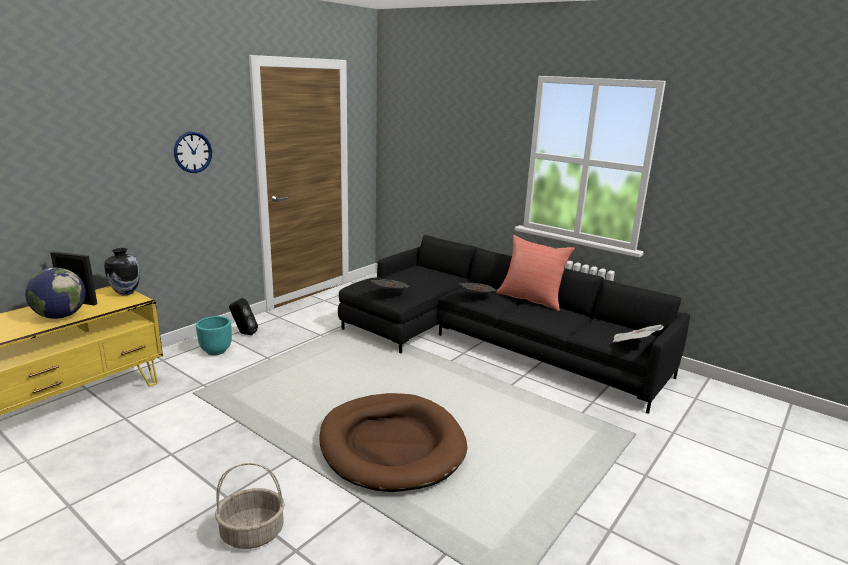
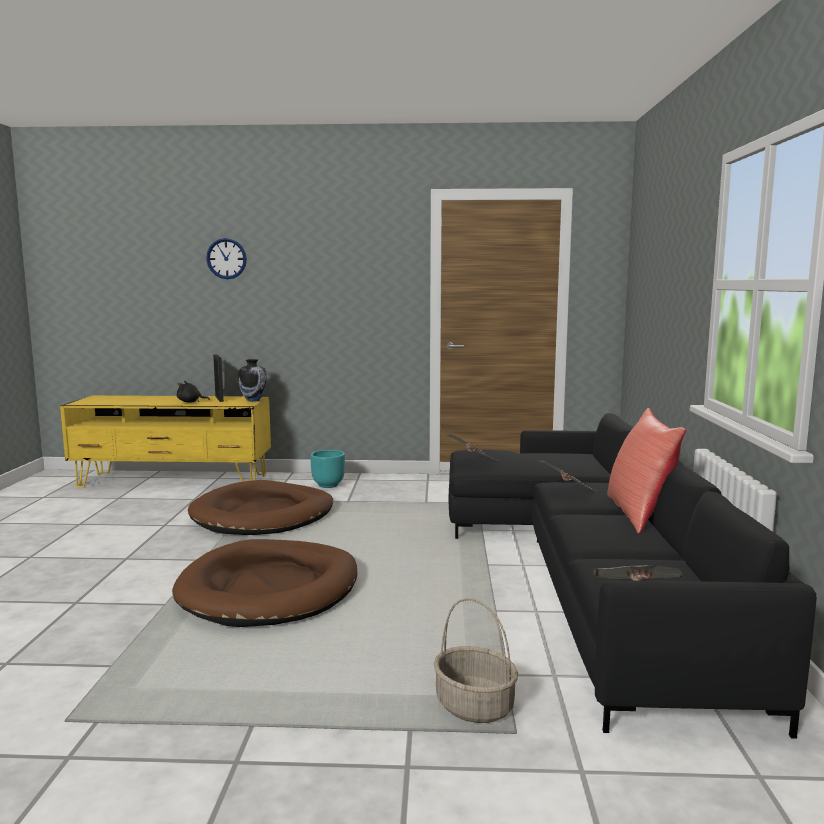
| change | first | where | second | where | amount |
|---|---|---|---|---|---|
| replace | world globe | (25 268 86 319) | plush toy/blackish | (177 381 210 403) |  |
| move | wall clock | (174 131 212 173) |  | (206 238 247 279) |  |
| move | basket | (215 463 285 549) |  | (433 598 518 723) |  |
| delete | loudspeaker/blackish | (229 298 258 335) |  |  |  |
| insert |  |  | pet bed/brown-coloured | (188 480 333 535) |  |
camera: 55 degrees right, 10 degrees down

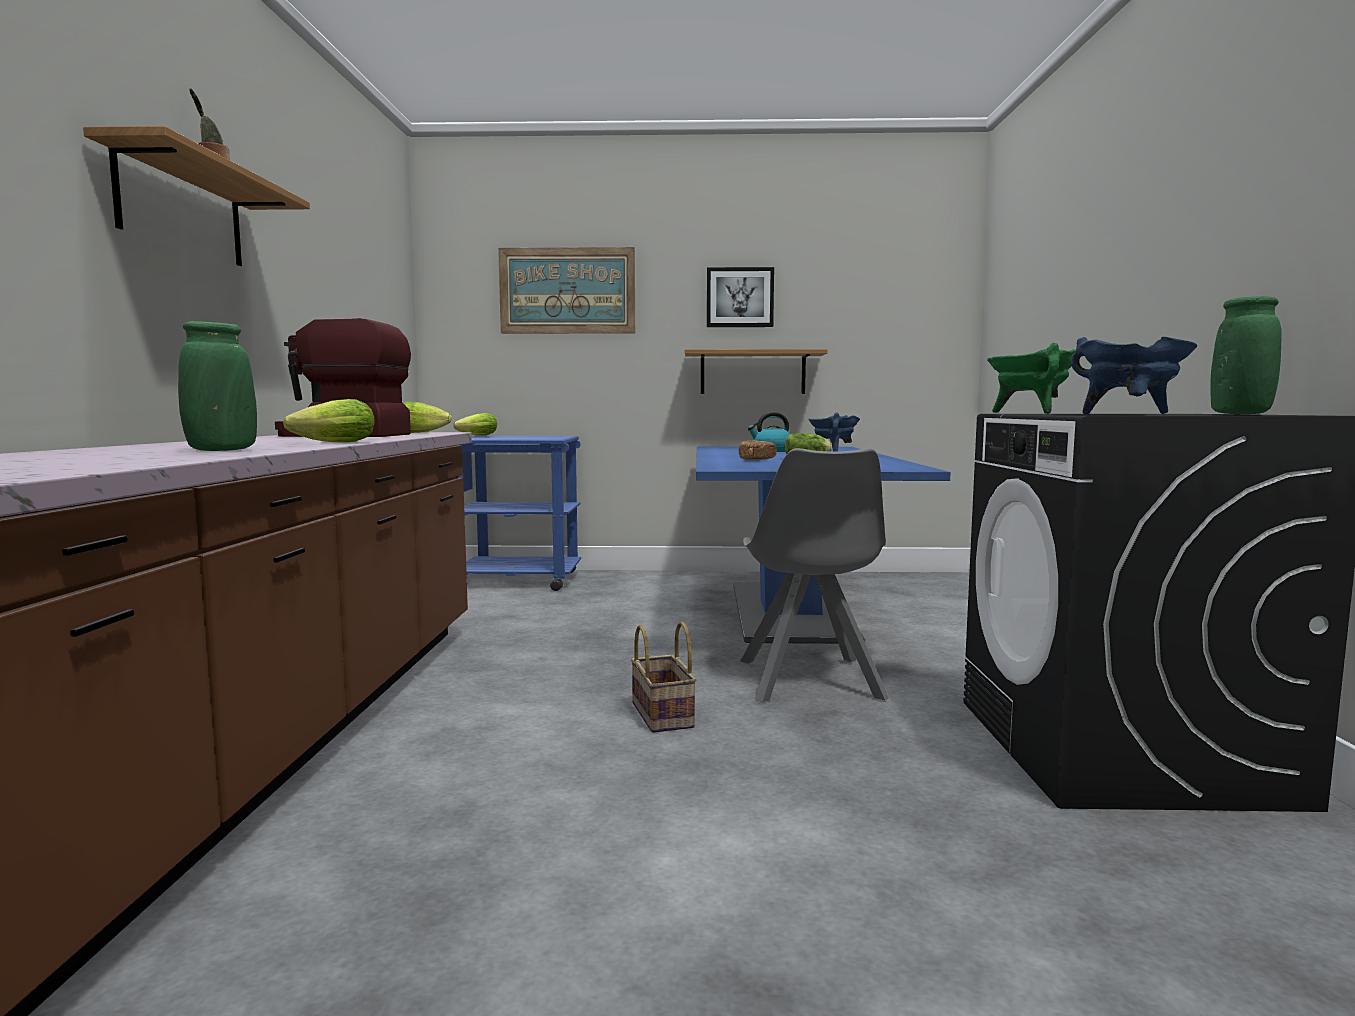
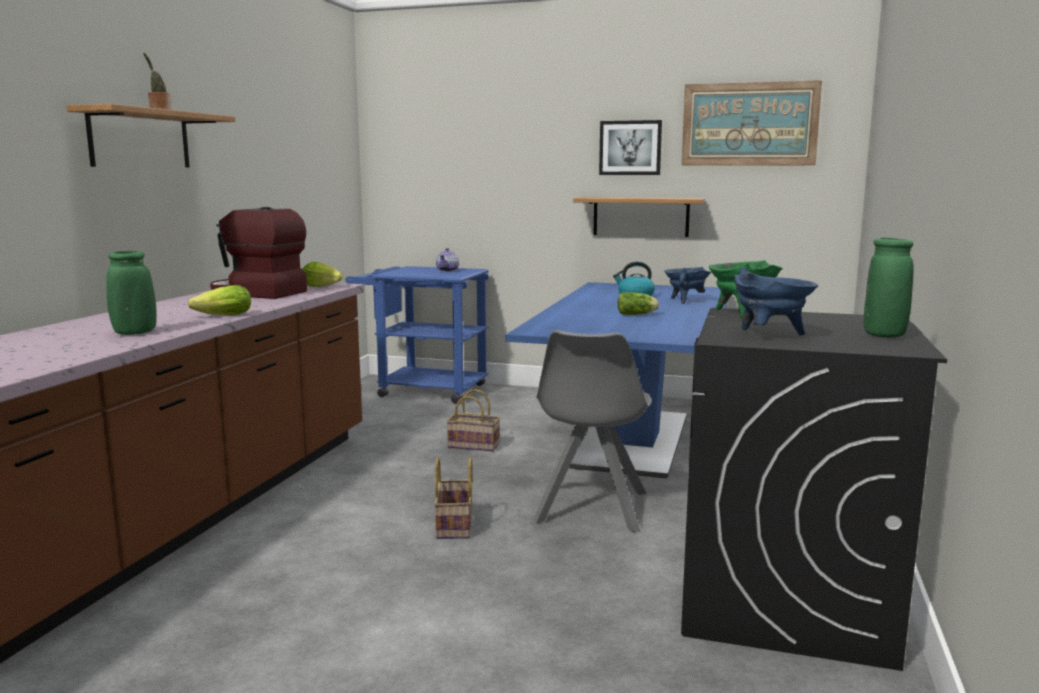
| change | first | where | second | where | amount |
|---|---|---|---|---|---|
| delete | head of lettuce | (453 413 497 436) |  |  |  |
| move | picture | (498 247 635 334) |  | (681 80 822 166) |  |
| delete | bakery bread | (739 440 777 460) |  |  |  |
| insert |  |  | pot for tea | (436 248 459 272) |  |
| insert |  |  | basket | (446 389 500 451) |  |
camera: 15 degrees right, 5 degrees up

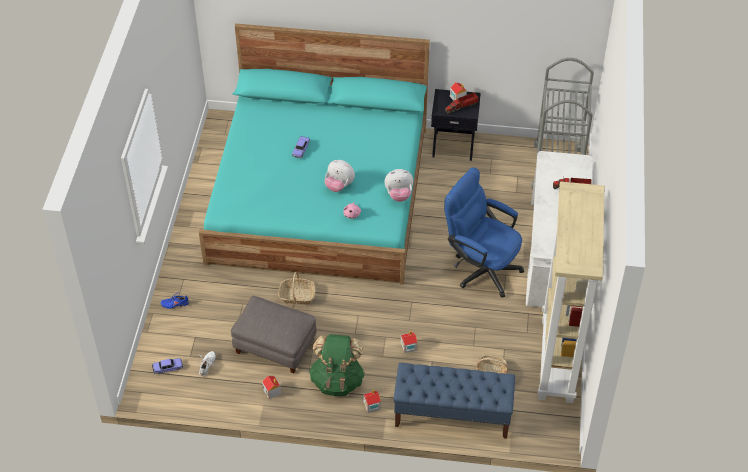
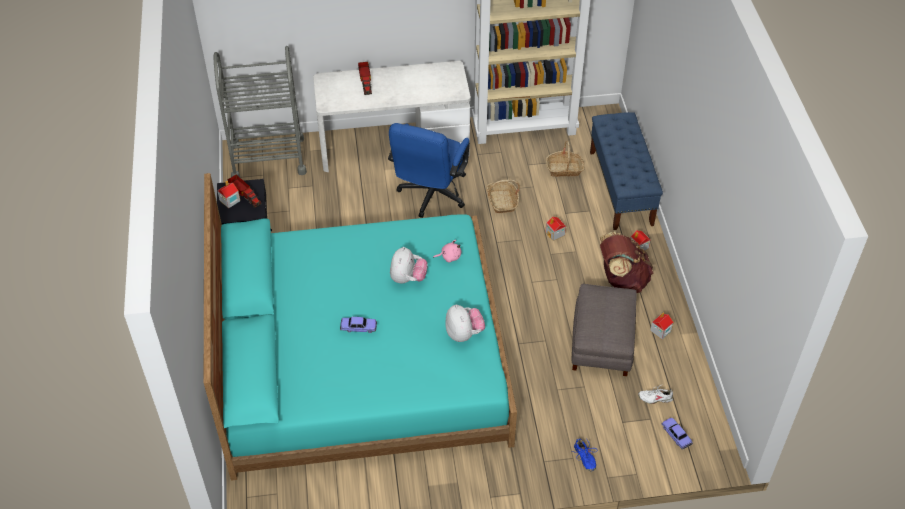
| change | first | where | second | where | amount |
|---|---|---|---|---|---|
| move | basket | (278 272 315 304) |  | (487 180 520 213) |  |
| recolor | knapsack/greenish | (309 334 365 396) | knapsack/brown-coloured | (600 232 654 293) |  |
| move | plush toy | (384 169 413 202) |  | (446 304 485 342) |  |
camera: 105 degrees left, 0 degrees up

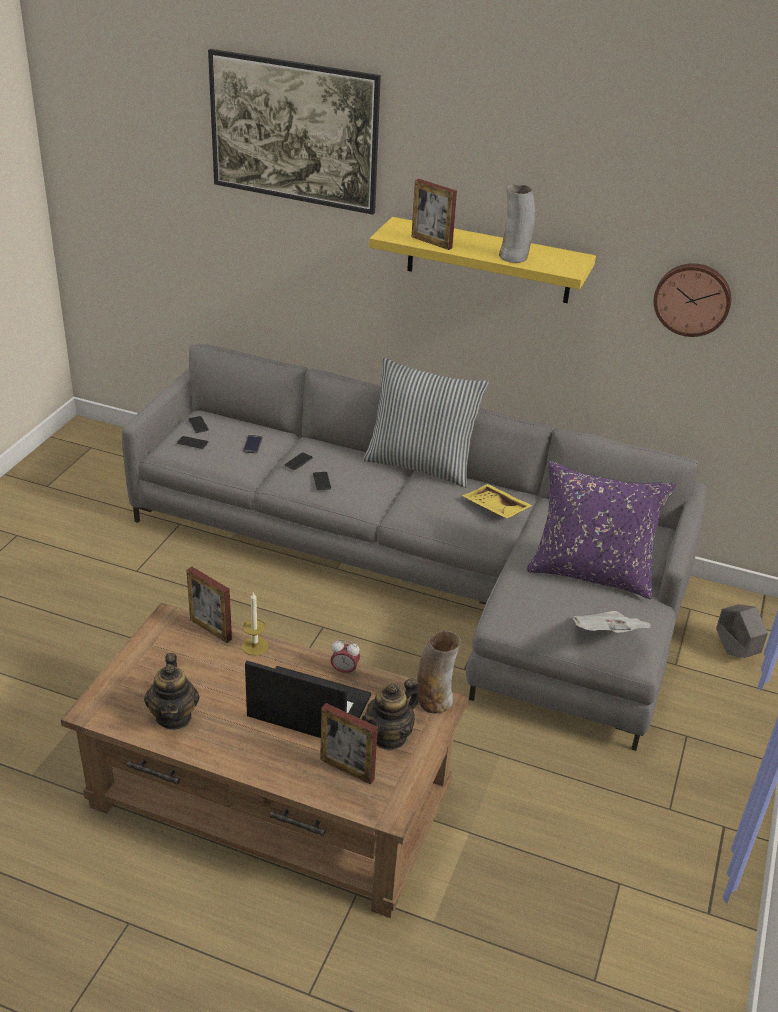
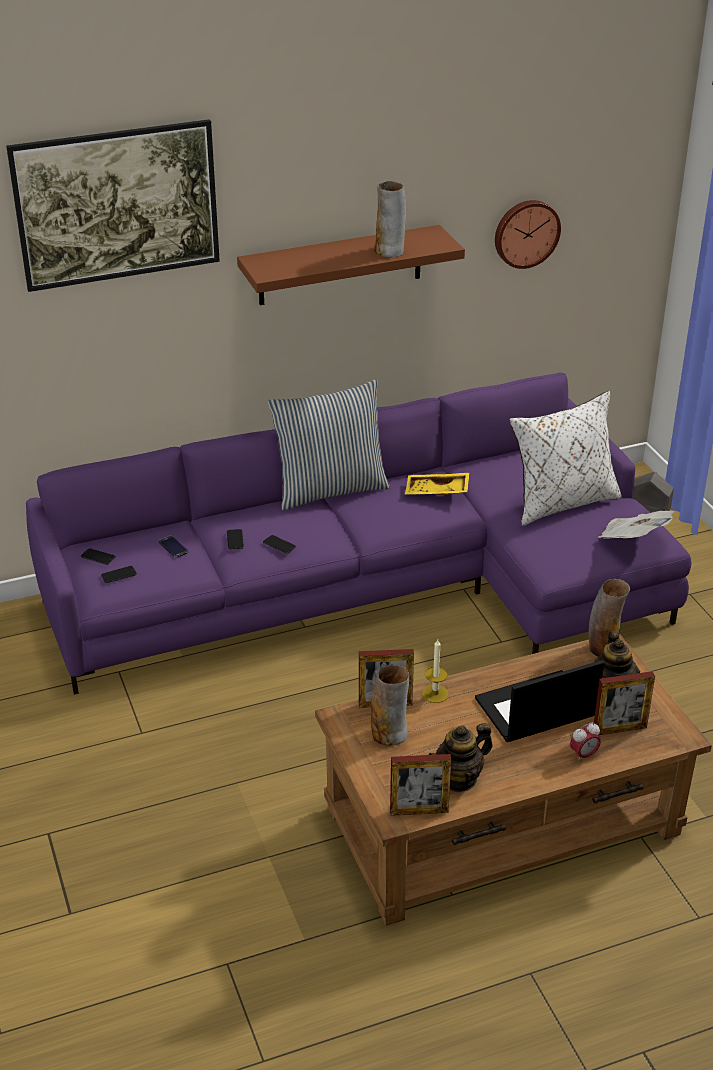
| change | first | where | second | where | amount |
|---|---|---|---|---|---|
| recolor | settee/grey | (122 344 706 751) | settee/purple | (26 372 692 694) |  |
| rotate | pot for tea | (144 653 199 730) |  | (428 723 493 792) | 105 degrees clockwise |
| move | table clock | (330 639 360 676) |  | (570 722 601 762) |  |
| recolor | bracket shelf/yellow | (369 217 596 303) | bracket shelf/brown-coloured | (237 225 465 305) |  |
| move | picture frame | (412 179 457 250) |  | (390 754 451 816) |  |
| recolor | pillow/purple | (527 461 676 599) | pillow/whitish | (509 391 622 526) |  |
| insert |  |  | vase | (371 665 409 746) |  |
camera: 40 degrees left, 0 degrees up

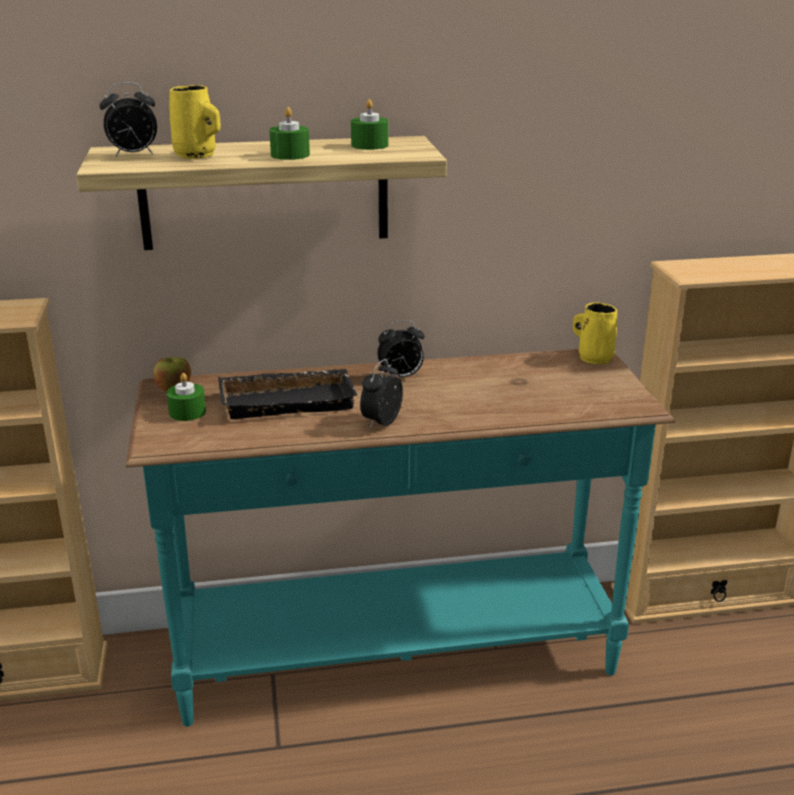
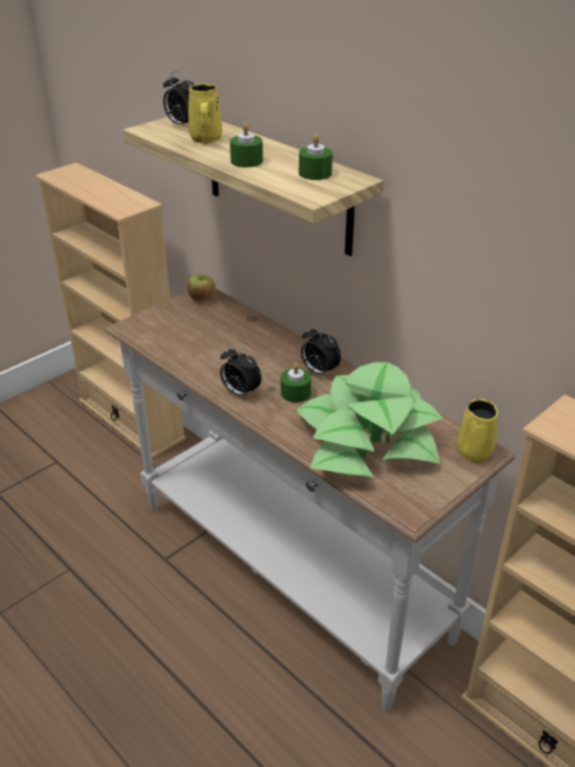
| change | first | where | second | where | amount |
|---|---|---|---|---|---|
| recolor | narrow table/turquoise-coloured | (126 349 675 727) | narrow table/whitish | (104 288 515 712) |  |
| move | wax candle/greenish | (166 373 206 421) |  | (281 363 311 402) |  |
| delete | serving tray/blackish | (218 369 358 419) |  |  |  |
| rotate | table clock | (360 359 403 428) |  | (220 346 262 399) | 135 degrees counterclockwise |
| insert |  |  | potted plant | (296 362 443 478) |  |
camera: 55 degrees right, 10 degrees up

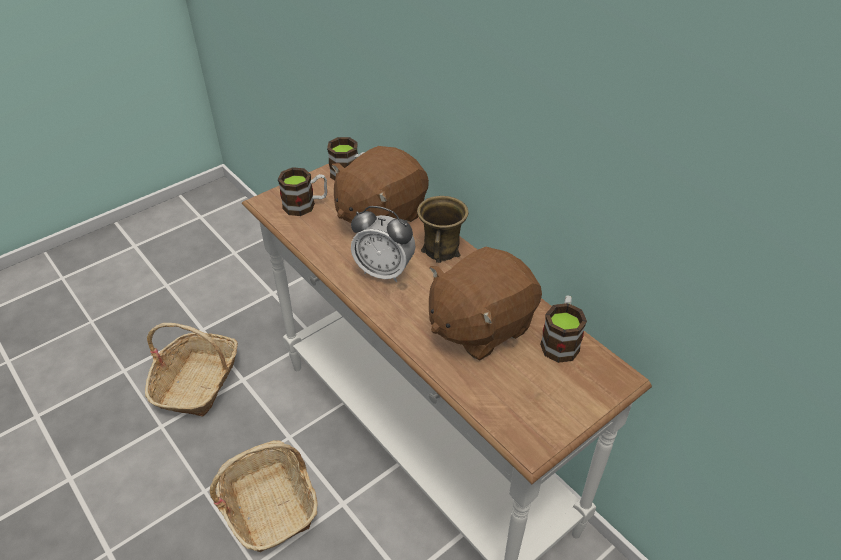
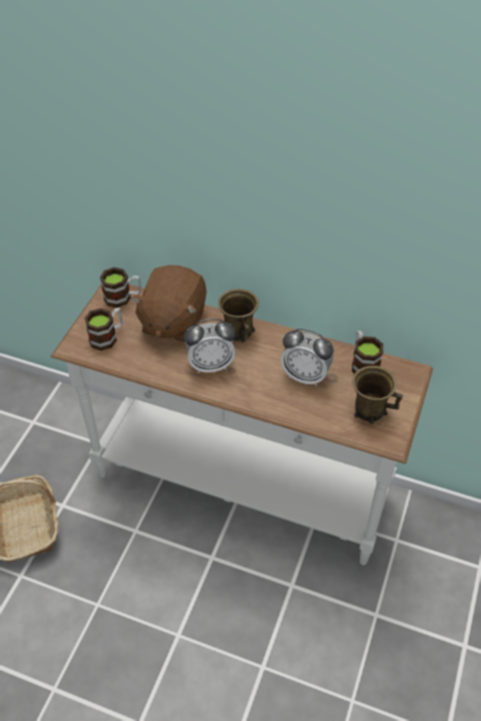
| change | first | where | second | where | amount |
|---|---|---|---|---|---|
| delete | basket | (210 440 318 552) |  |  |  |
| replace | plush toy/brown-coloured | (429 247 542 360) | table clock | (281 328 334 386) |  |
| insert |  |  | coffee mug/brown-coloured | (352 366 403 424) |  |
camera: 30 degrees left, 5 degrees up

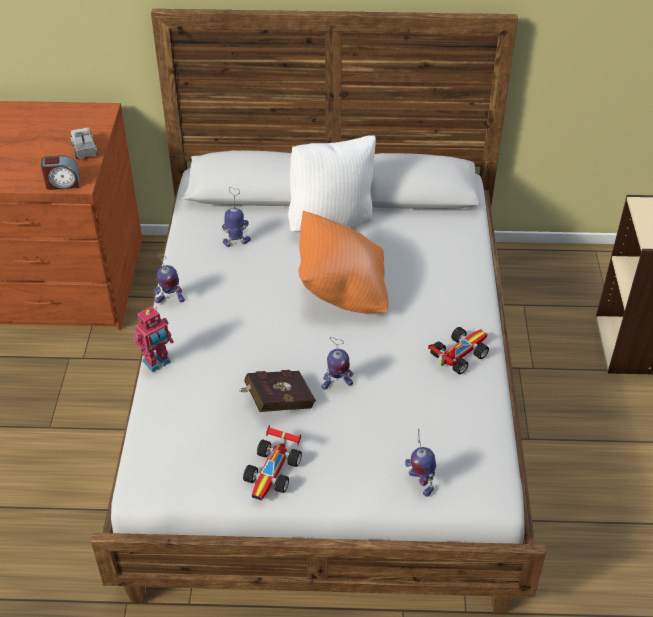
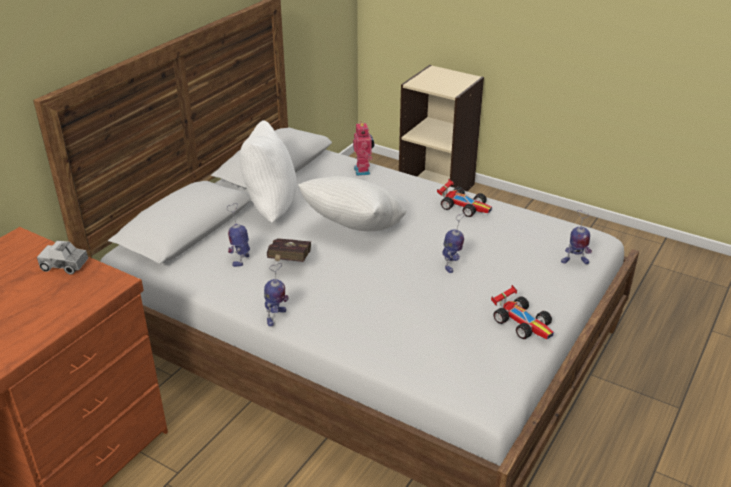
| change | first | where | second | where | amount |
|---|---|---|---|---|---|
| delete | table clock | (41 155 80 190) |  |  |  |
| move | robot figure | (133 306 174 372) |  | (353 123 375 176) |  |
| move | bound book/red-coloured | (239 370 316 412) |  | (267 238 311 262) |  |
| recolor | pillow/orange | (298 211 388 313) | pillow/whitish | (298 176 407 231) |  |
| rotate | model car | (428 327 489 374) |  | (437 179 492 217) | 135 degrees clockwise |
camera: 60 degrees left, 10 degrees down

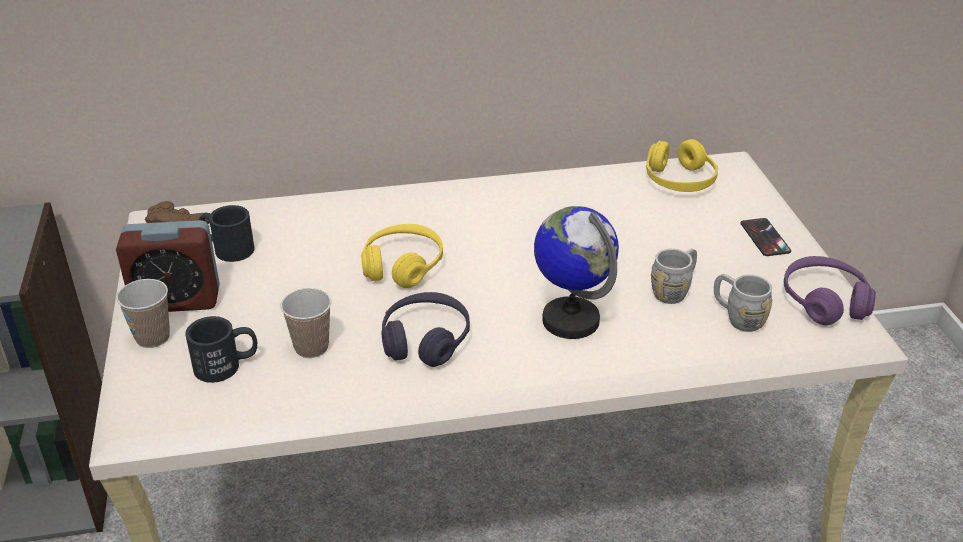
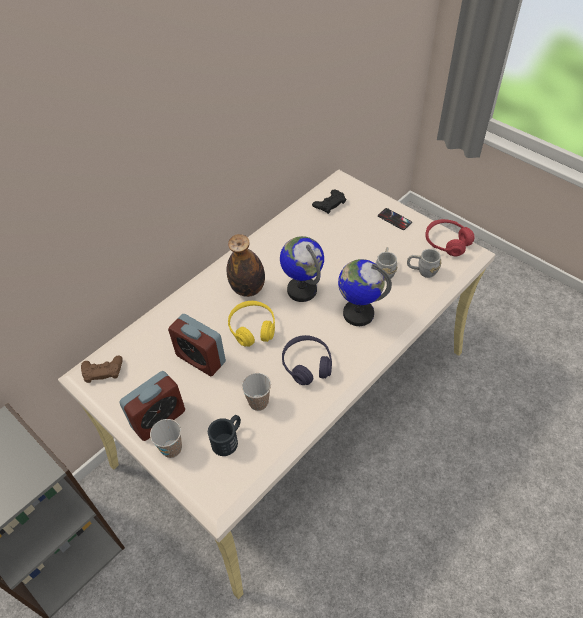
| change | first | where | second | where | amount |
|---|---|---|---|---|---|
| delete | coffee mug/blackish | (199 205 255 262) |  |  |  |
| replace | headset/yellow | (646 139 718 192) | gamepad/blackish | (312 189 346 214) |  |
| recolor | headset/purple | (784 256 876 325) | headset/red-coloured | (425 219 475 256) |  |
| insert |  |  | table clock | (168 314 226 376) |  |
| insert |  |  | bottle | (227 234 265 297) |  |
| insert |  |  | world globe | (280 236 324 302) |  |
camera: 35 degrees left, 15 degrees up

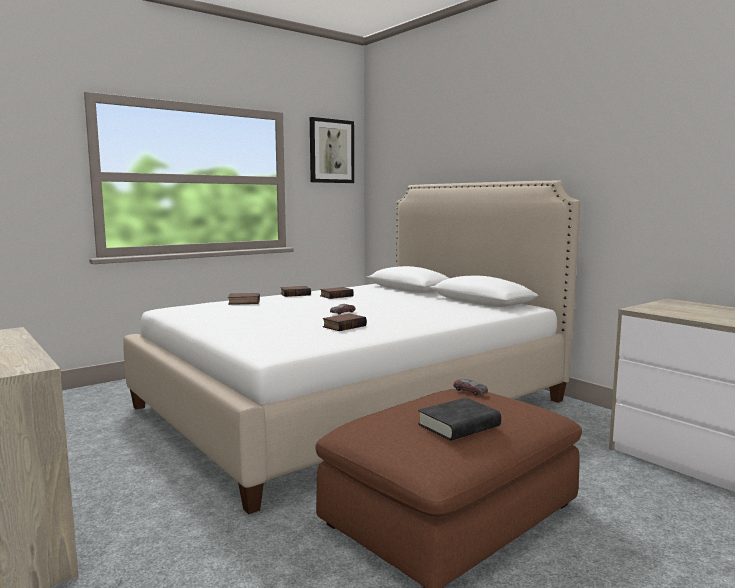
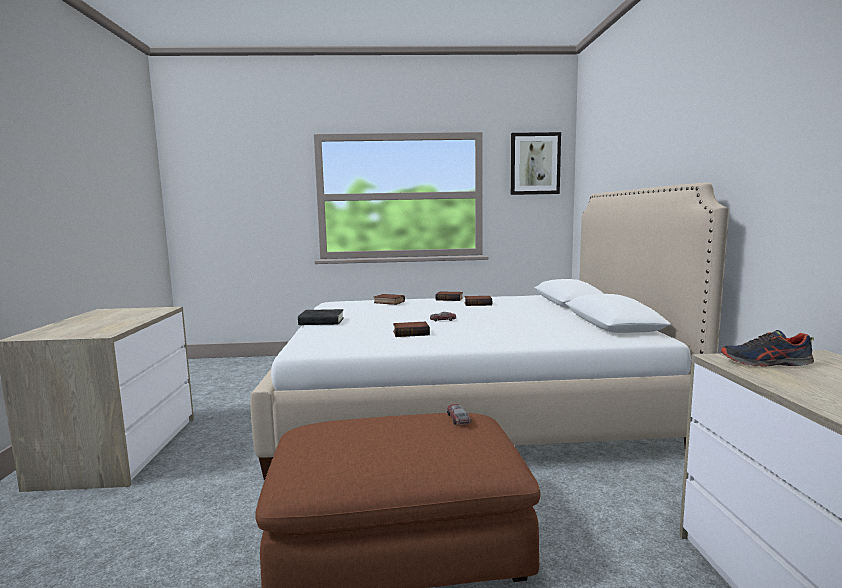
| change | first | where | second | where | amount |
|---|---|---|---|---|---|
| move | bound book/blackish | (418 398 501 441) |  | (298 309 344 325) |  |
| insert |  |  | low shoe | (721 330 814 367) |  |
camera: 35 degrees right, 0 degrees up

